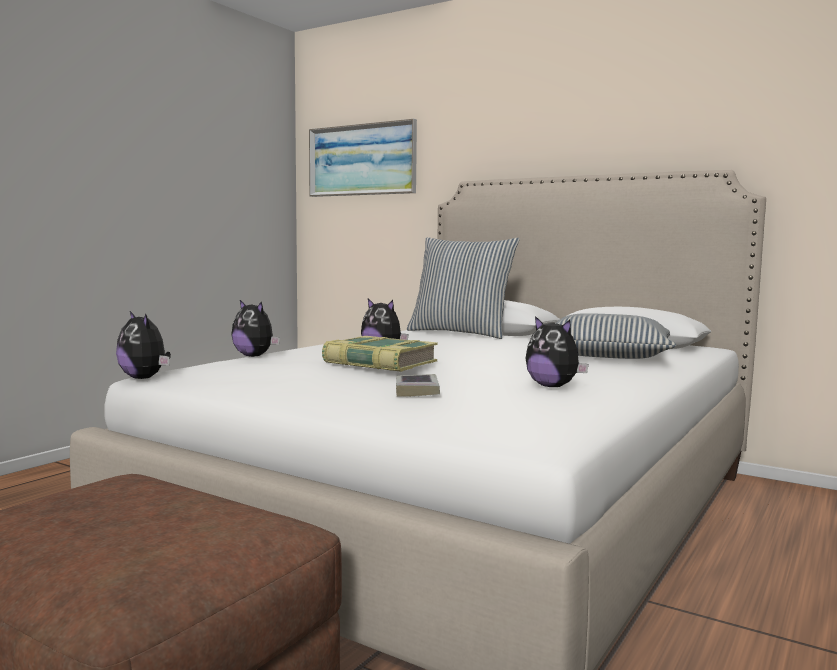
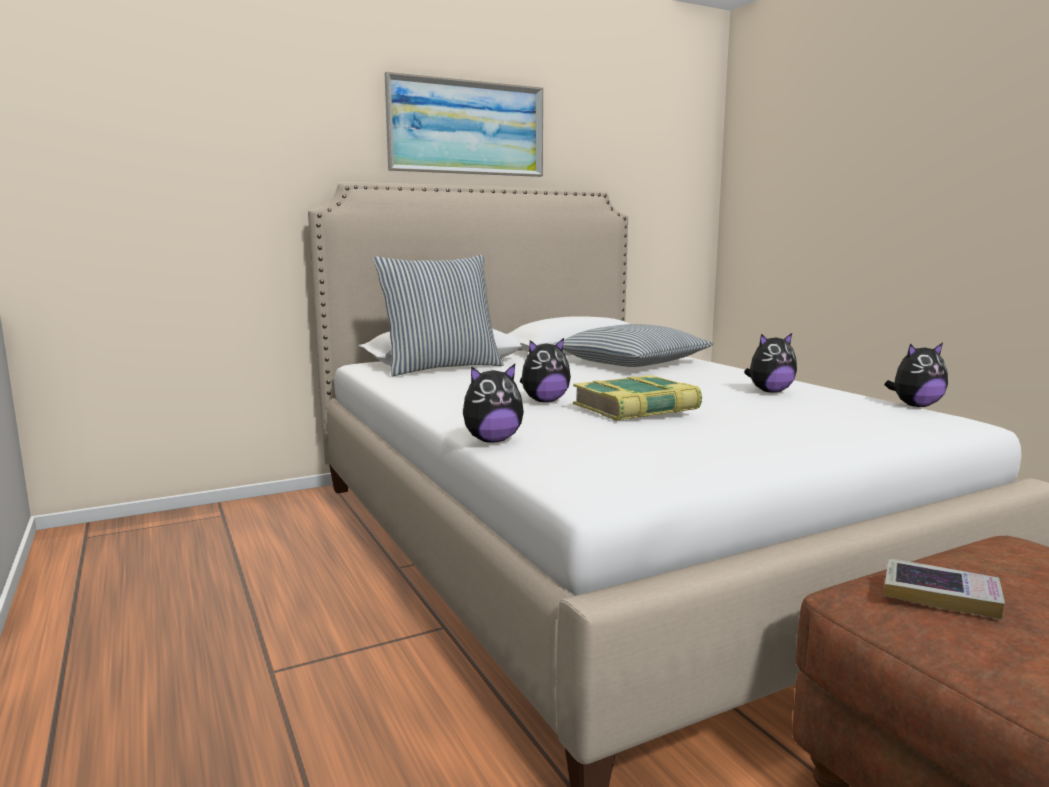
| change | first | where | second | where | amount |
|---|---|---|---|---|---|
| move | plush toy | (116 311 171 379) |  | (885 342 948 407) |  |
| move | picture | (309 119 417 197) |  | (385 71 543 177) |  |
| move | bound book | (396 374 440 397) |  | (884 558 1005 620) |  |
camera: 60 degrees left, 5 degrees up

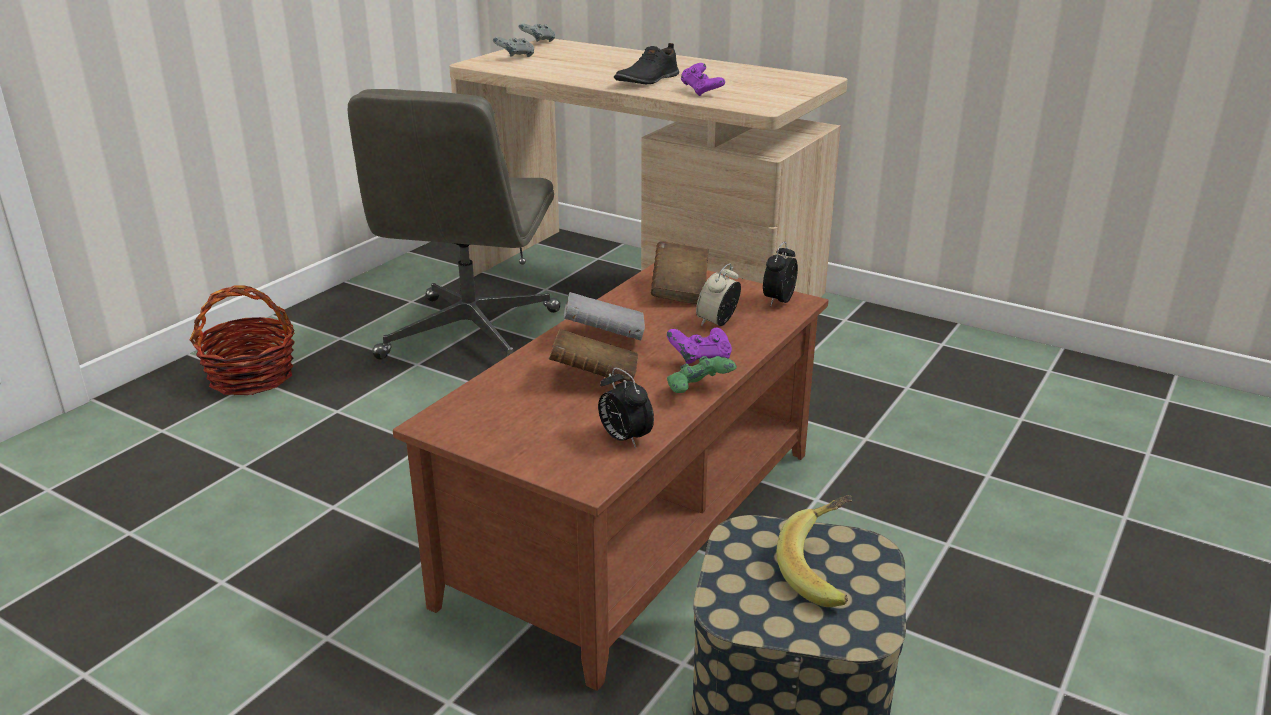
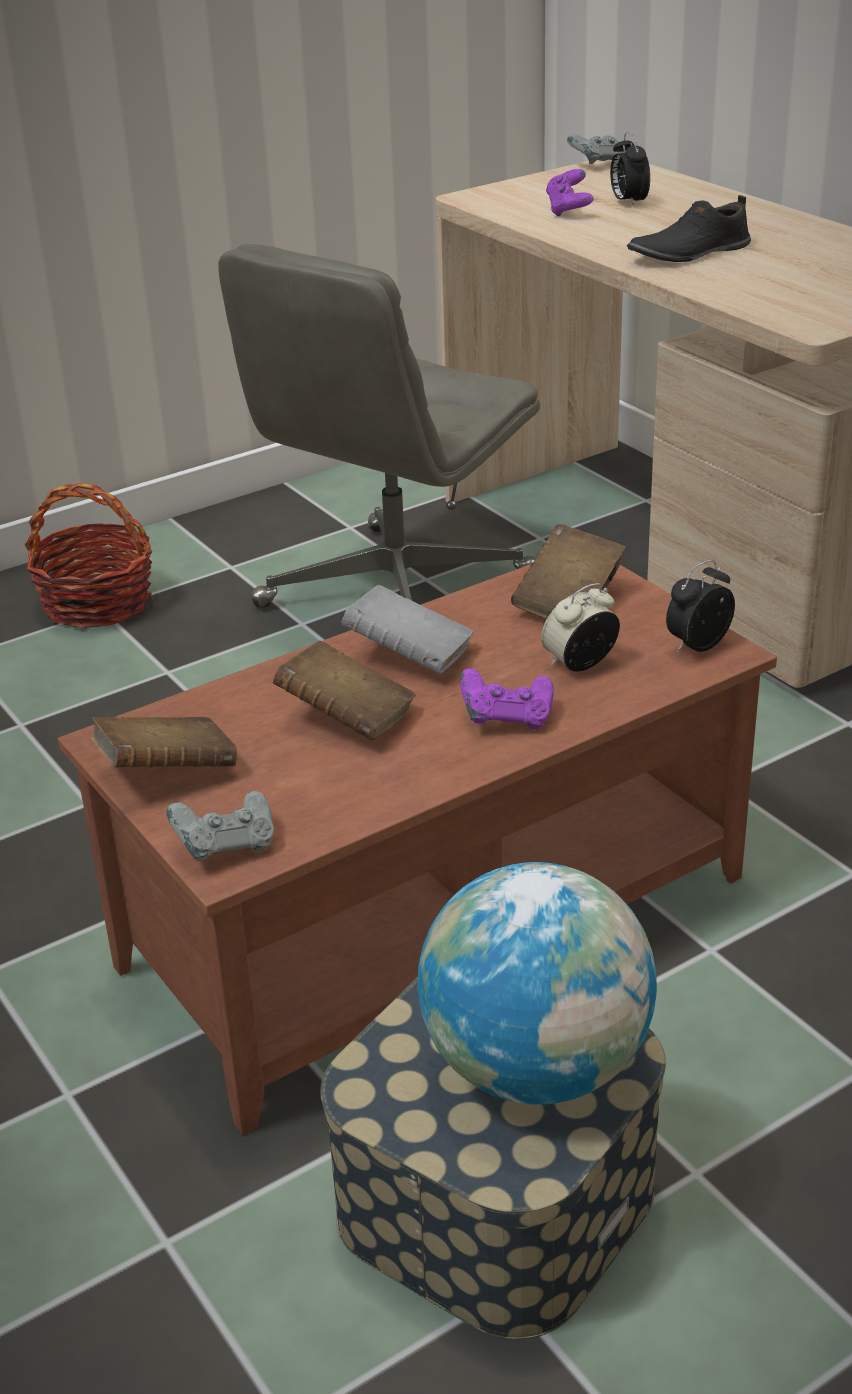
| change | first | where | second | where | amount |
|---|---|---|---|---|---|
| move | gamepad/grey | (493 37 534 57) |  | (166 791 274 861) |  |
| move | table clock | (598 368 654 448) |  | (610 132 650 207) |  |
| delete | gamepad/greenish | (667 356 737 393) |  |  |  |
| move | gamepad/purple | (681 63 725 96) |  | (546 169 594 216) |  |
| replace | banana | (777 495 853 607) | world globe | (417 862 657 1105) |  |
| insert |  |  | bound book/brown-coloured | (91 717 237 768) |  |
camera: 25 degrees right, 5 degrees up

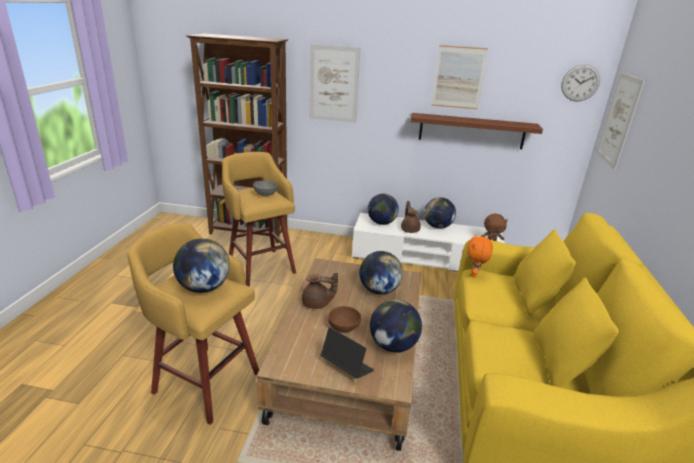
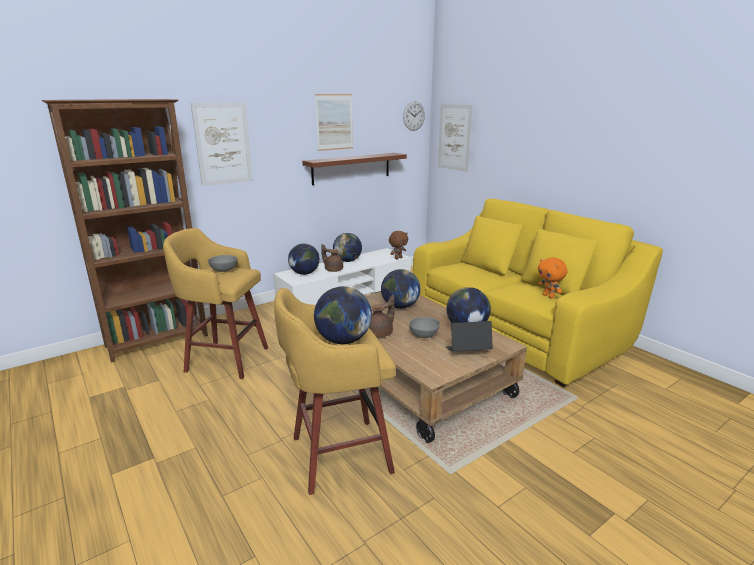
| change | first | where | second | where | amount |
|---|---|---|---|---|---|
| recolor | bowl/brown-coloured | (328 306 361 332) | bowl/grey | (409 317 440 338) |  |
| move | plush toy/orange | (467 234 493 278) |  | (538 257 567 299) |  |
camera: 45 degrees left, 5 degrees down

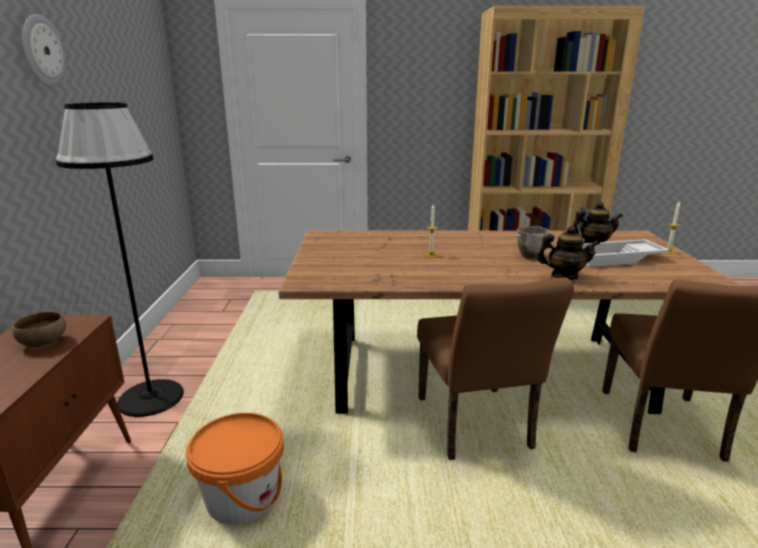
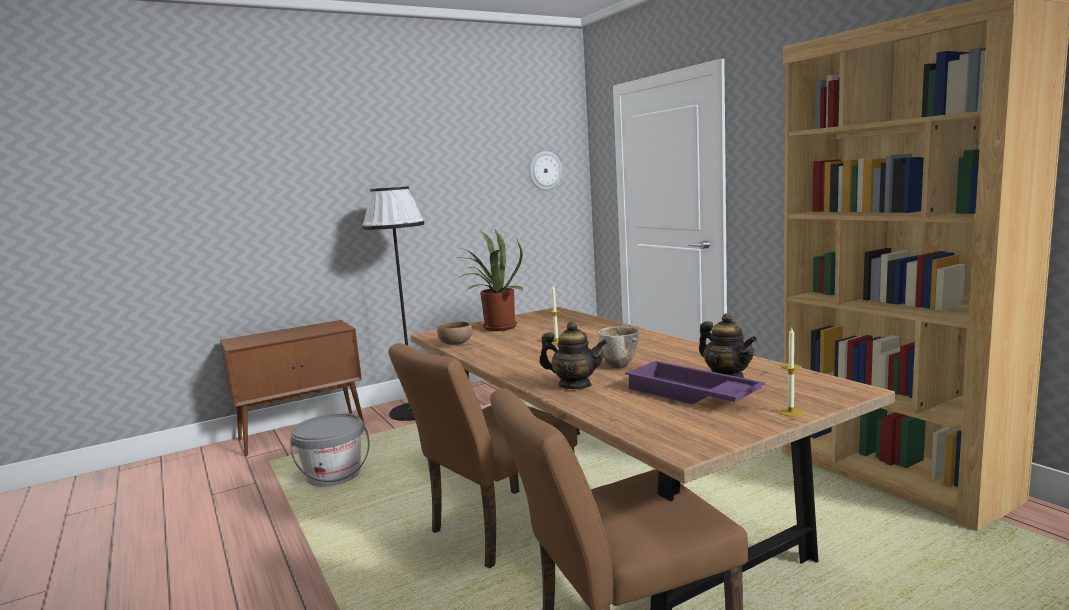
| change | first | where | second | where | amount |
|---|---|---|---|---|---|
| move | bowl/brown-coloured | (12 312 66 347) |  | (437 321 472 345) |  |
| move | wall clock | (22 14 65 86) |  | (529 151 562 191) |  |
| recolor | pail/orange | (185 413 284 524) | pail/grey | (290 413 370 487) |  |
| rotate | pot for tea | (537 226 600 280) |  | (539 321 607 389) | 45 degrees counterclockwise |
| recolor | serving tray/whitish | (582 239 670 267) | serving tray/purple | (625 361 766 404) |  |
| insert |  |  | potted plant | (459 230 523 331) |  |
camera: 60 degrees right, 10 degrees down

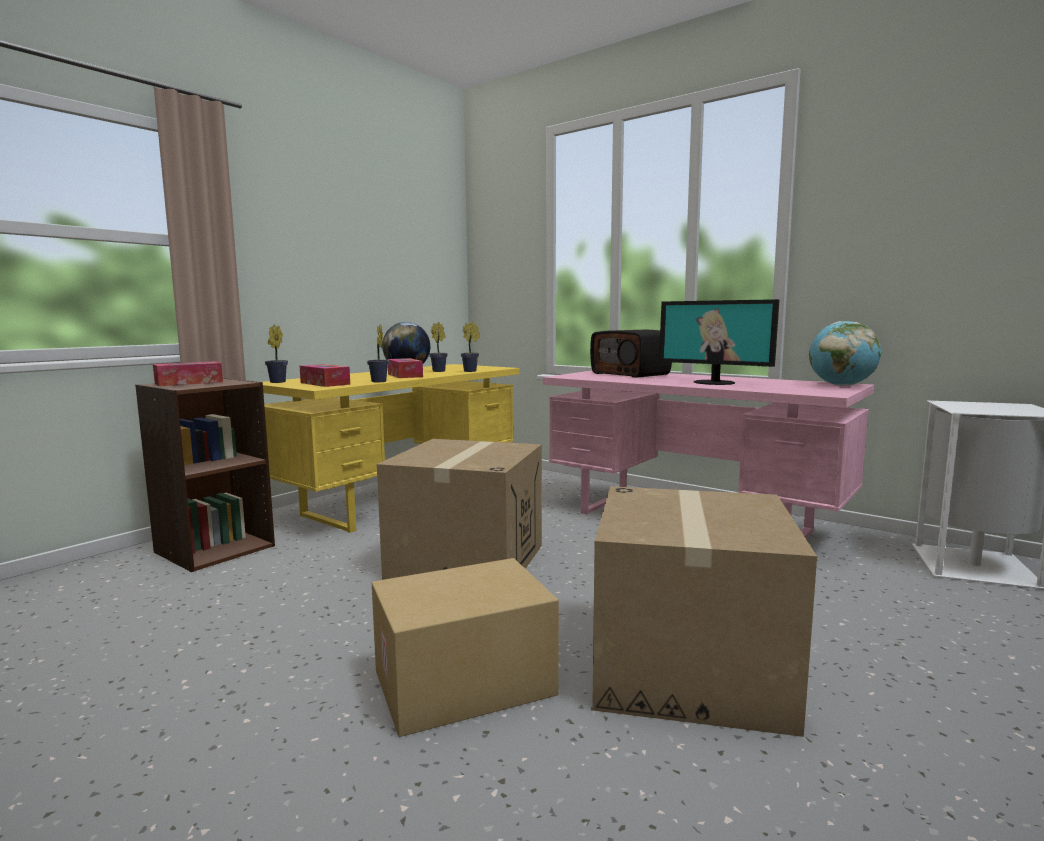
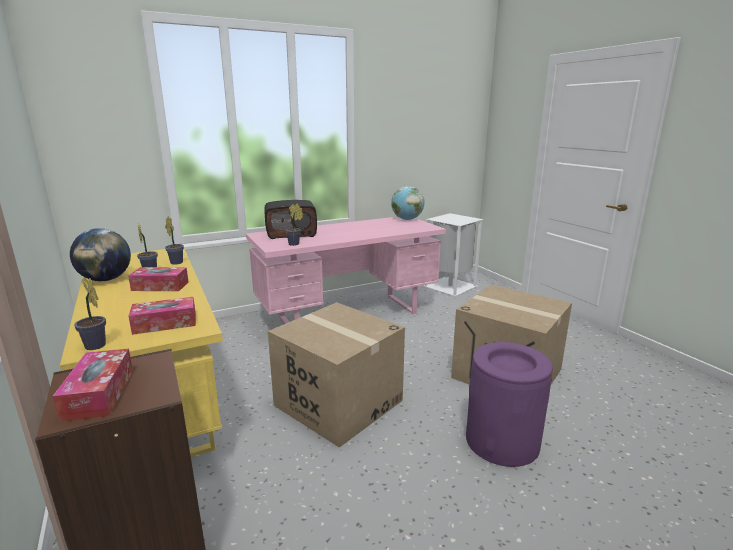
| change | first | where | second | where | amount |
|---|---|---|---|---|---|
| move | potted plant | (367 325 389 382) |  | (285 203 303 246) |  |
| replace | cardboard box | (372 558 559 737) | waste bin/purple | (466 342 553 467) |  |
| delete | computer screen | (659 299 779 385) |  |  |  |
camera: 65 degrees left, 10 degrees up

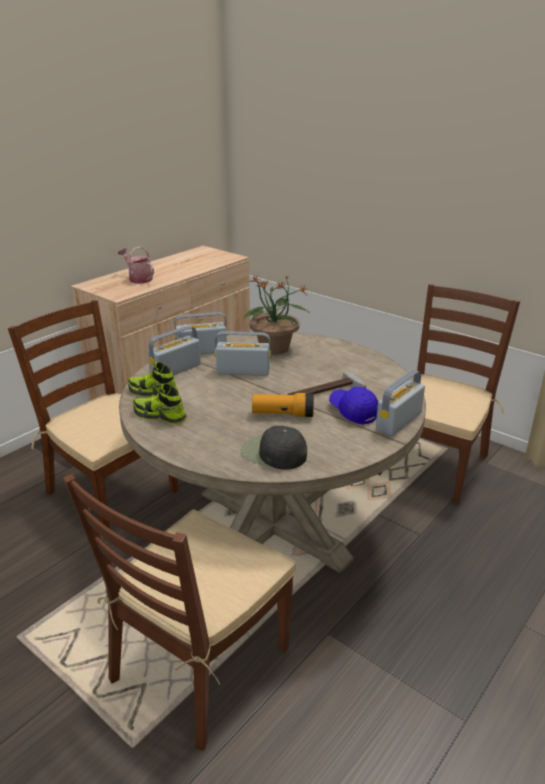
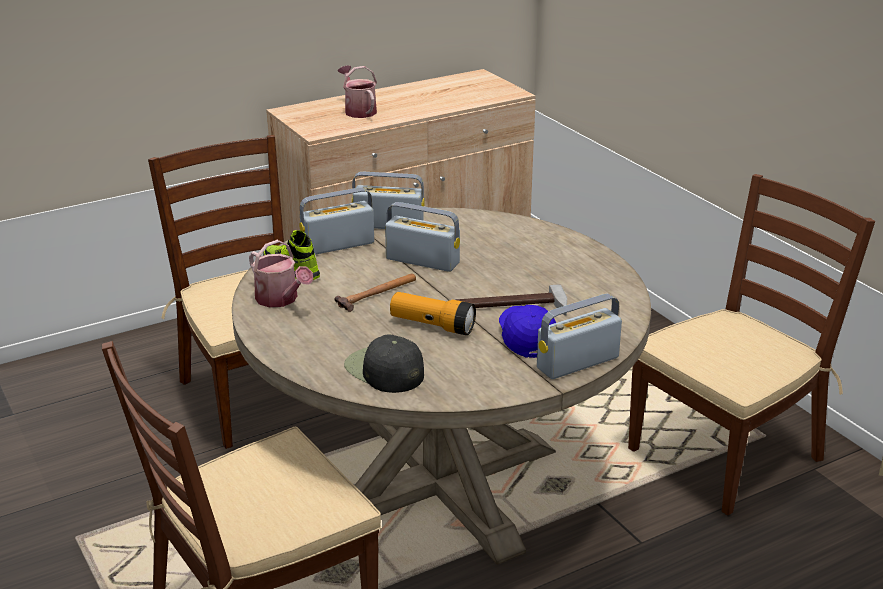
| change | first | where | second | where | amount |
|---|---|---|---|---|---|
| replace | low shoe | (133 384 187 424) | watering pot | (249 240 313 308) |  |
| delete | potted plant | (244 275 308 355) |  |  |  |
| insert |  |  | hand hammer | (335 273 416 312) |  |
camera: 20 degrees right, 0 degrees up

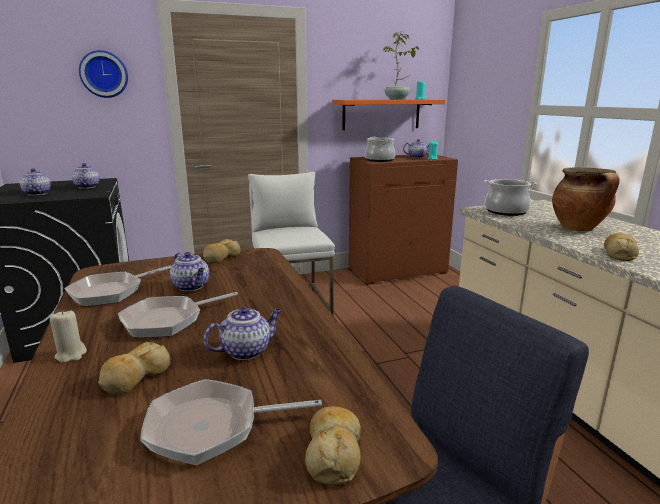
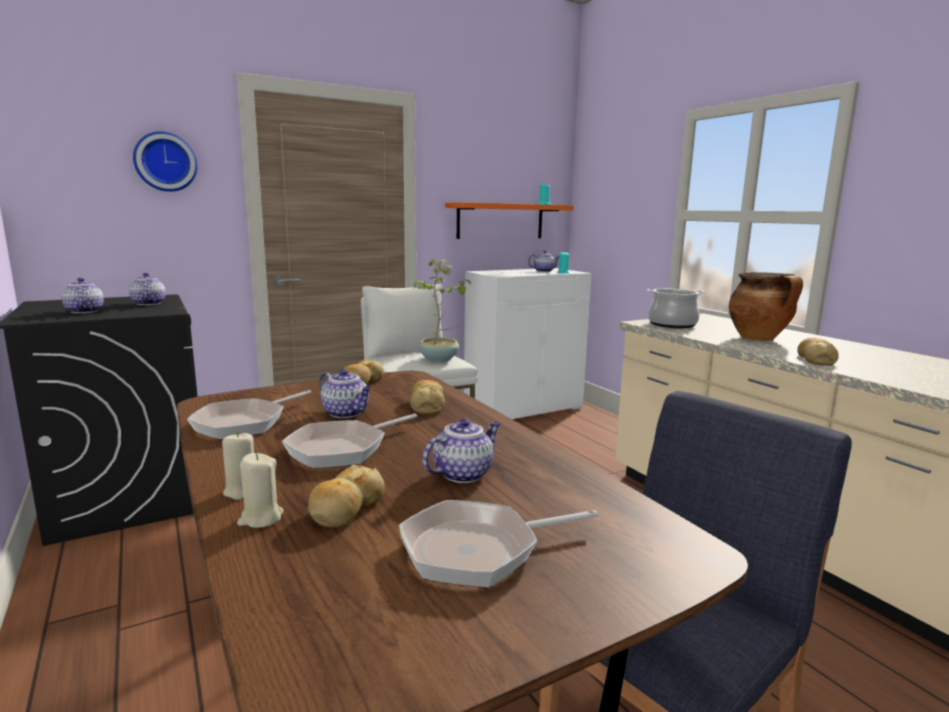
| change | first | where | second | where | amount |
|---|---|---|---|---|---|
| move | bakery bread | (305 406 361 486) |  | (410 380 445 415) |  |
| recolor | cupboard/brown-coloured | (348 154 458 285) | cupboard/whitish | (464 268 592 419) |  |
| delete | cooking pot | (365 137 395 162) |  |  |  |
| move | potted plant | (382 31 419 100) |  | (413 259 471 362) |  |
| insert |  |  | wax candle/beige-coloured | (237 453 284 528) |  |
camera: 10 degrees left, 5 degrees down

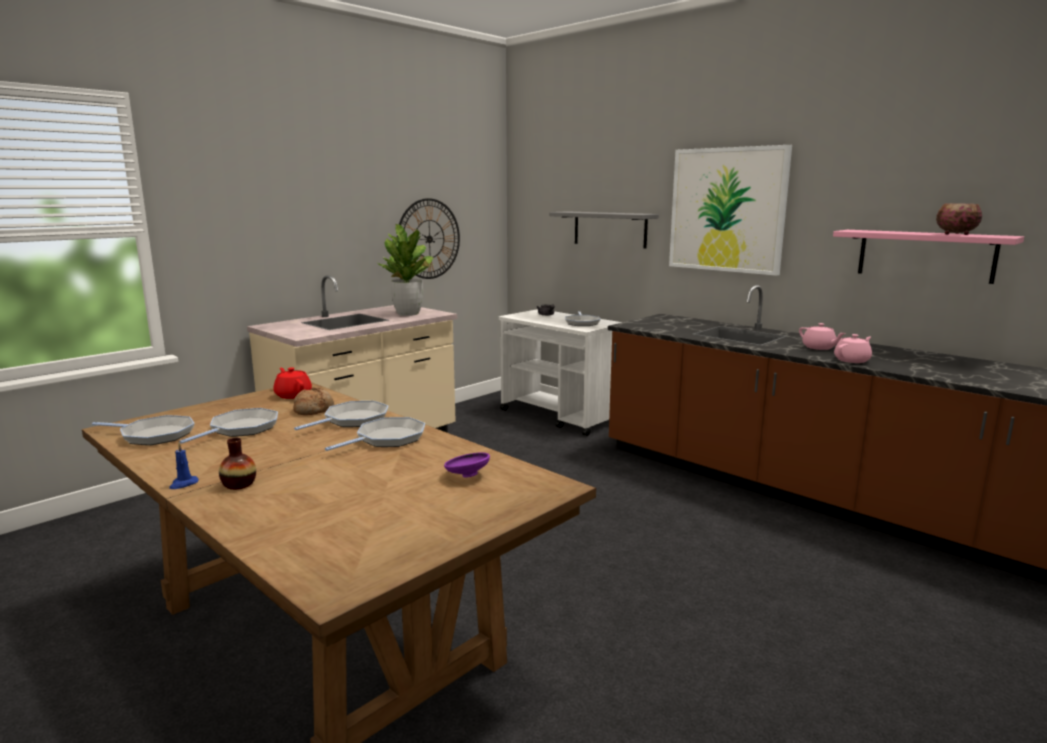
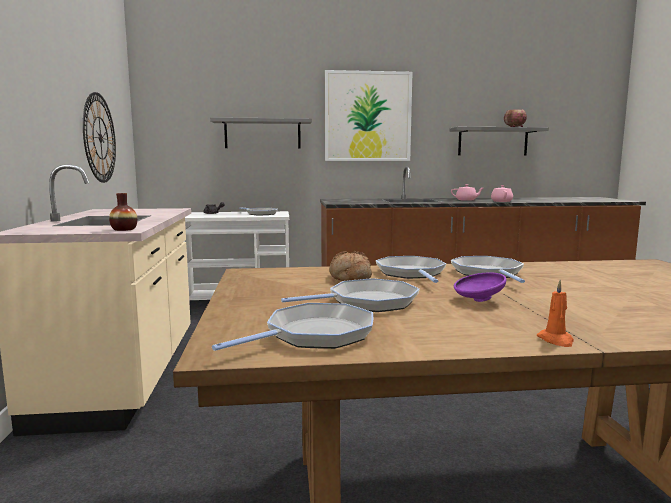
| change | first | where | second | where | amount |
|---|---|---|---|---|---|
| recolor | wax candle/bluish | (169 443 199 489) | wax candle/orange | (537 280 574 347) |  |
| rotate | pan | (179 408 278 444) |  | (281 278 420 312) | 90 degrees clockwise |
| move | vase | (219 438 256 490) |  | (109 193 138 231) |  |
| delete | pot for tea/red-coloured | (273 367 312 399) |  |  |  |
| delete | potted plant | (378 224 434 316) |  |  |  |
| move | bowl/purple | (444 452 490 478) |  | (454 273 507 302) |  |
| recolor | bracket shelf/pink-coloured | (833 230 1024 284) | bracket shelf/grey | (450 127 549 156) |  |
camera: 50 degrees left, 5 degrees down

